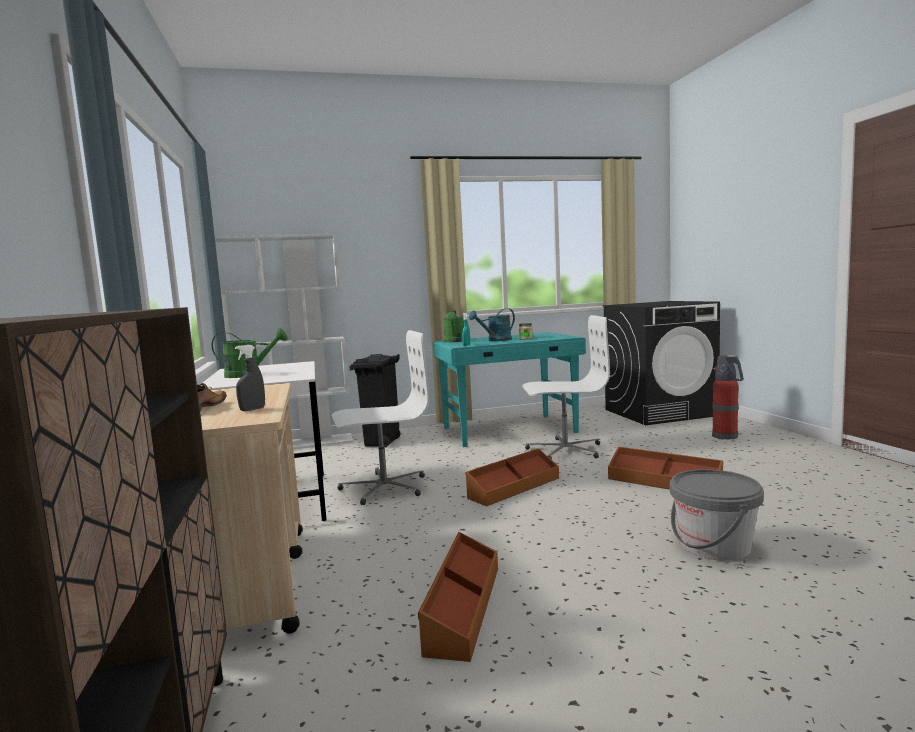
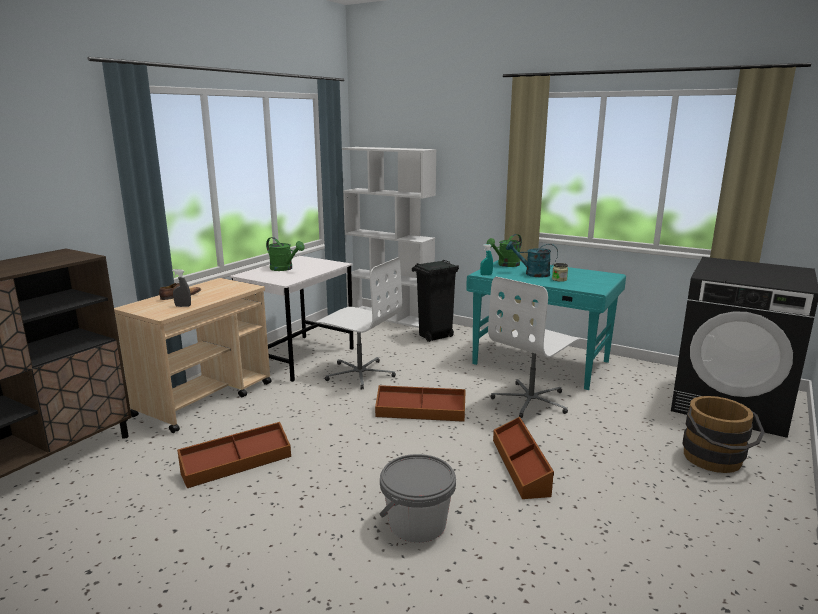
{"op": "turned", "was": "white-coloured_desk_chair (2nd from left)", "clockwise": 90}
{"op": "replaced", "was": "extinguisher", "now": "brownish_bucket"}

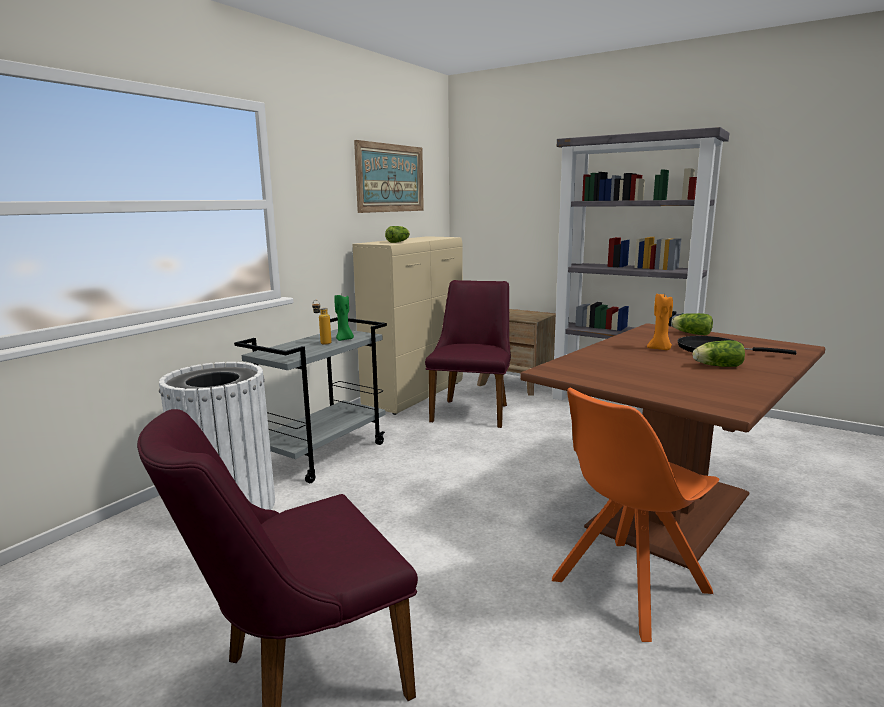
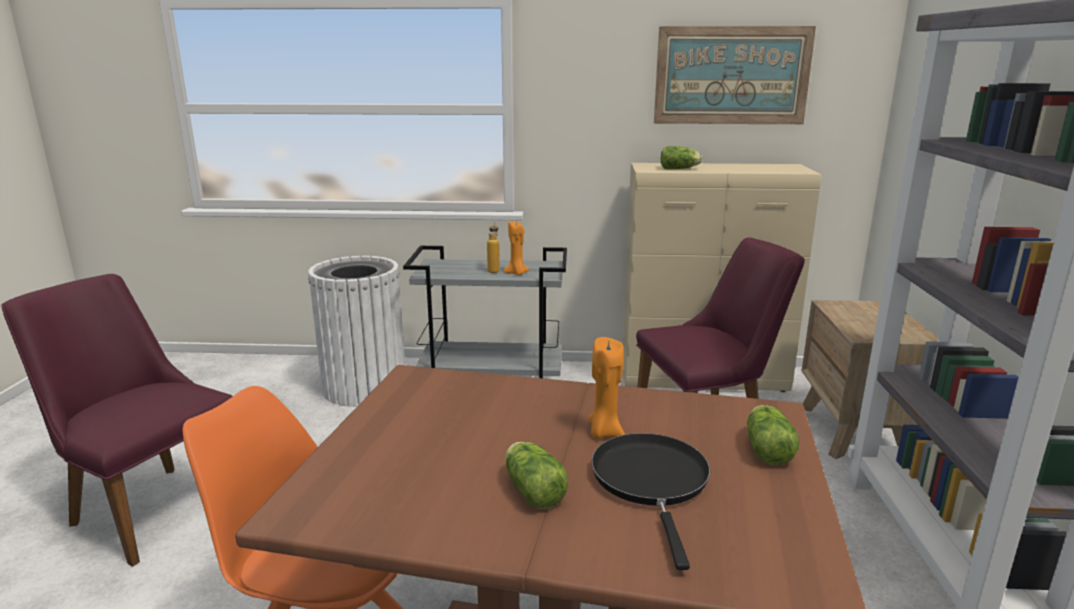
{"op": "recoloured", "was": "green-coloured_wax_light", "now": "orange_wax_light (1st from left)"}

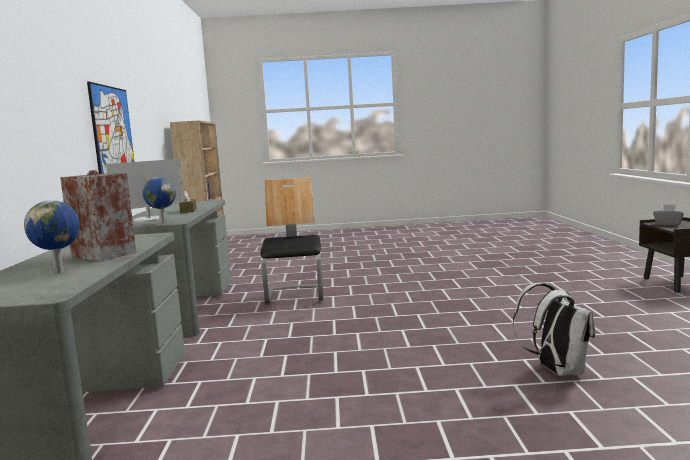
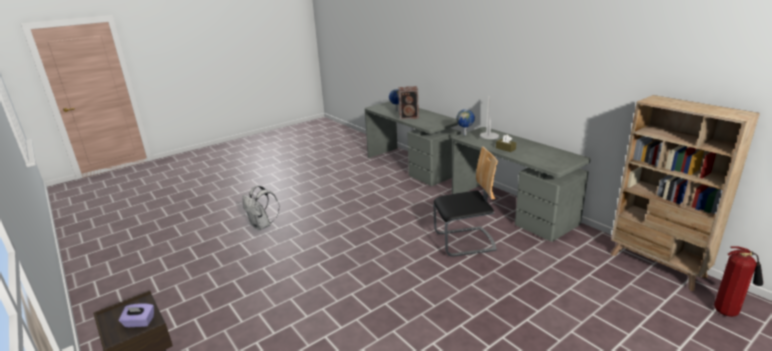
{"op": "removed", "was": "wall_art"}
{"op": "turned", "was": "plain_chair", "clockwise": -60}
{"op": "recoloured", "was": "grey_tissue_box", "now": "purple-coloured_tissue_box"}
{"op": "added", "now": "extinguisher"}

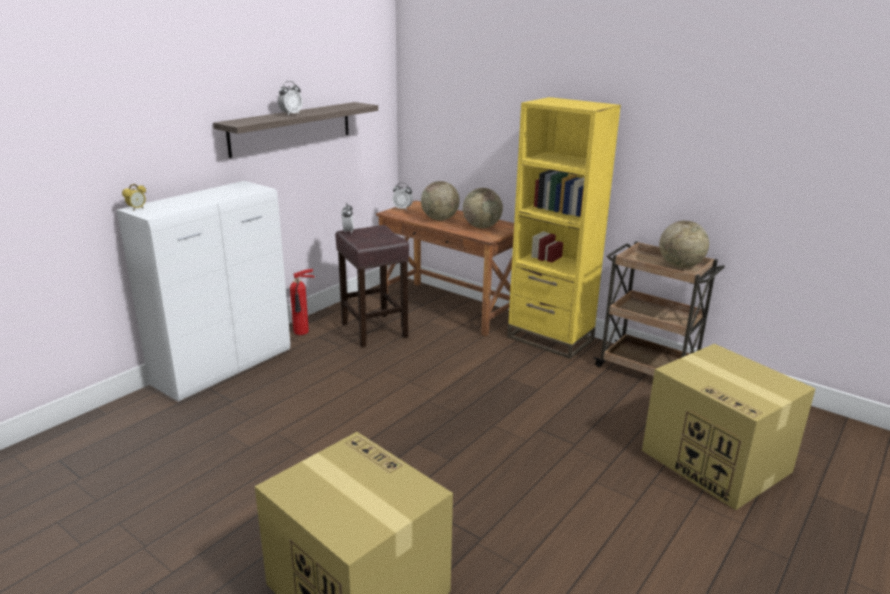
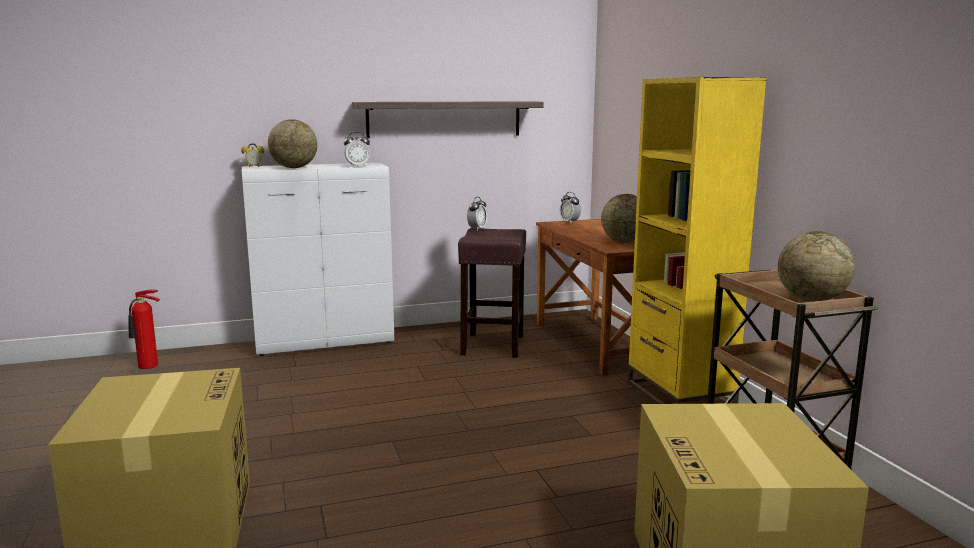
{"op": "moved", "was": "alarm_clock (2nd from left)"}
{"op": "moved", "was": "desk_globe (1st from left)"}
{"op": "moved", "was": "extinguisher"}

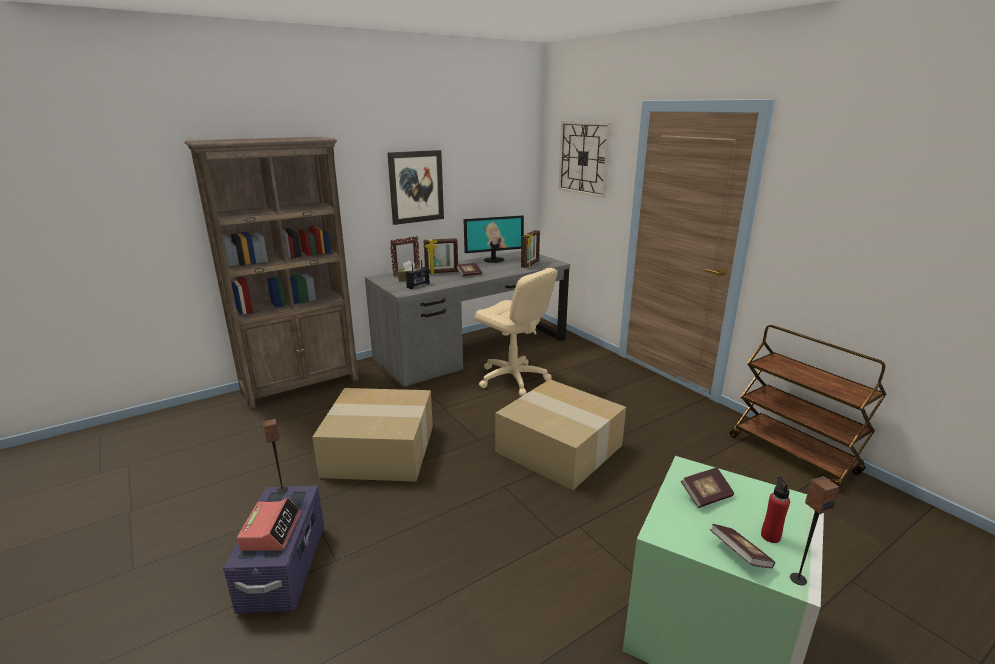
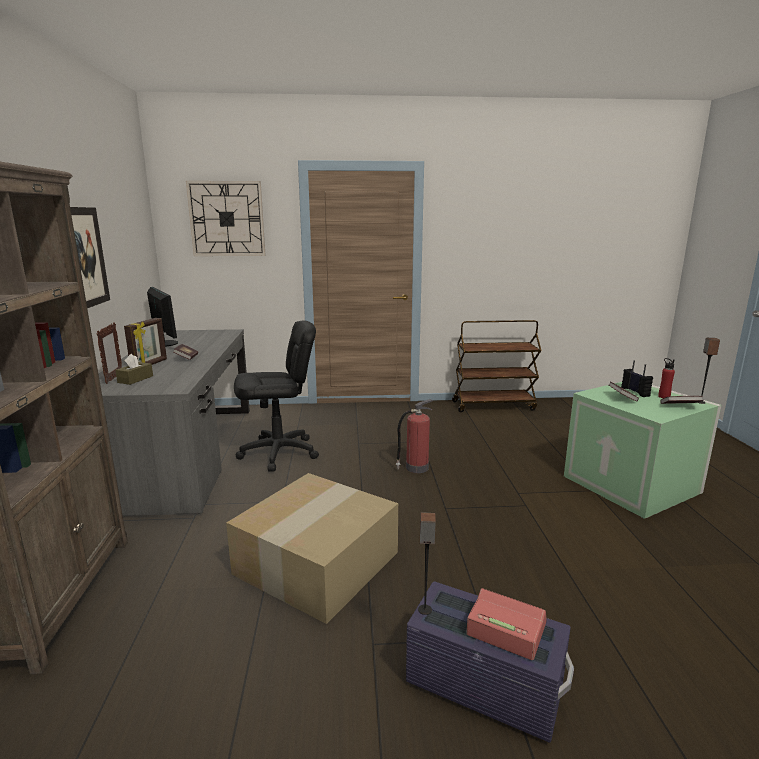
{"op": "turned", "was": "computer_screen", "clockwise": -45}
{"op": "removed", "was": "picture_frame (3rd from left)"}
{"op": "moved", "was": "radio_receiver"}
{"op": "recoloured", "was": "beige-coloured_desk_chair", "now": "black_desk_chair"}
{"op": "replaced", "was": "cardboard_box (2nd from left)", "now": "extinguisher"}

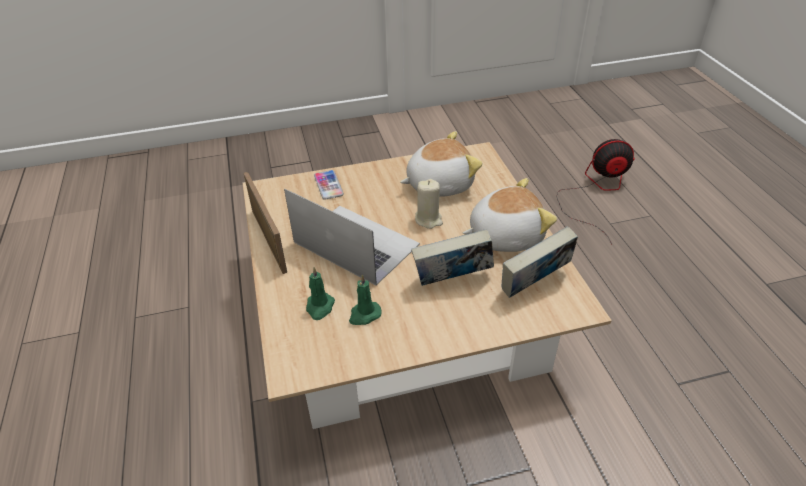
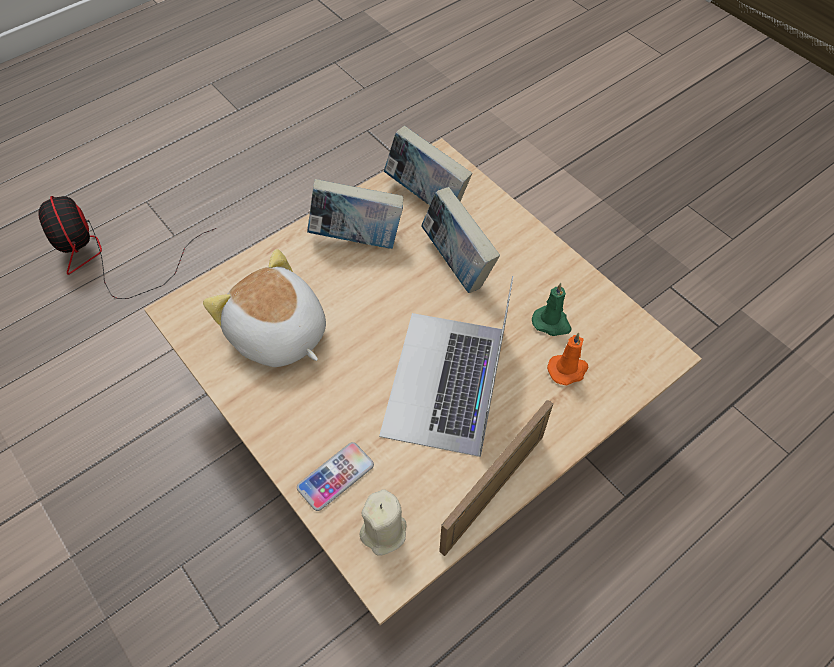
{"op": "replaced", "was": "soft_toy (2nd from left)", "now": "book (1st from left)"}
{"op": "moved", "was": "beige-coloured_wax_light"}
{"op": "recoloured", "was": "green-coloured_wax_light (1st from left)", "now": "orange_wax_light"}

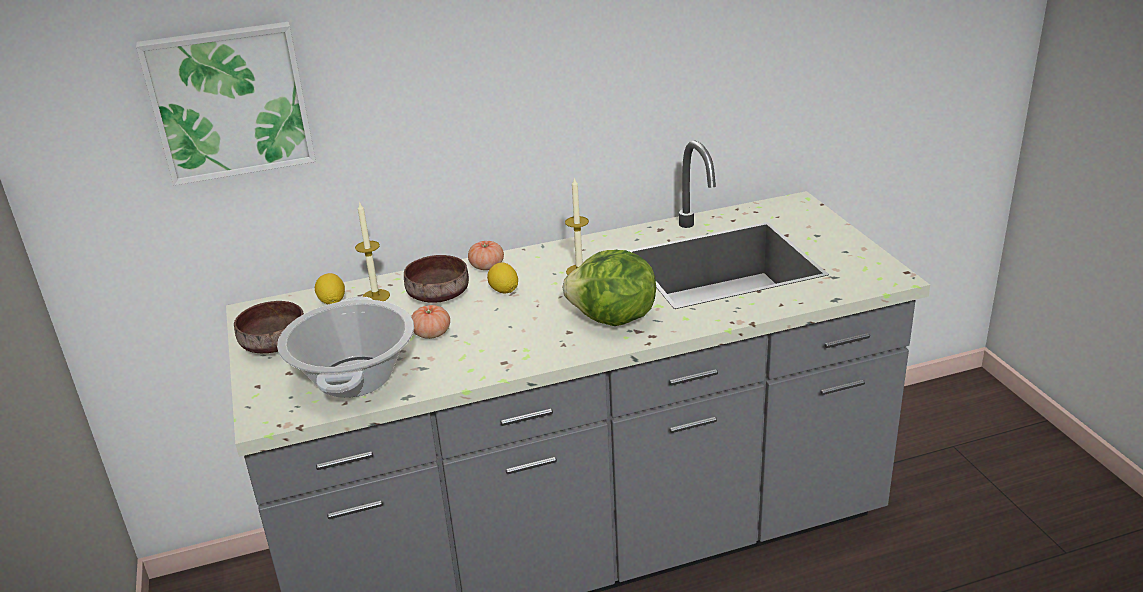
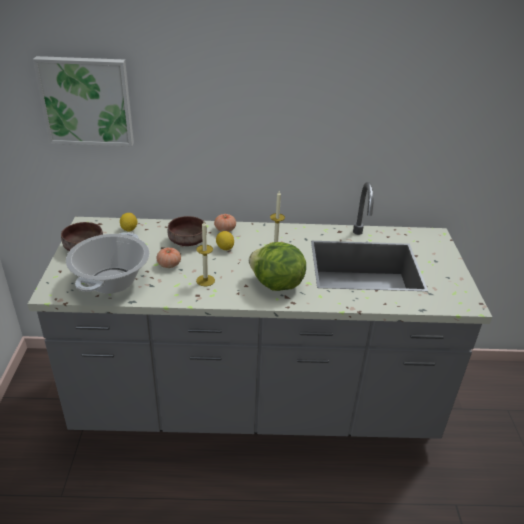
{"op": "moved", "was": "wax_light (1st from left)"}

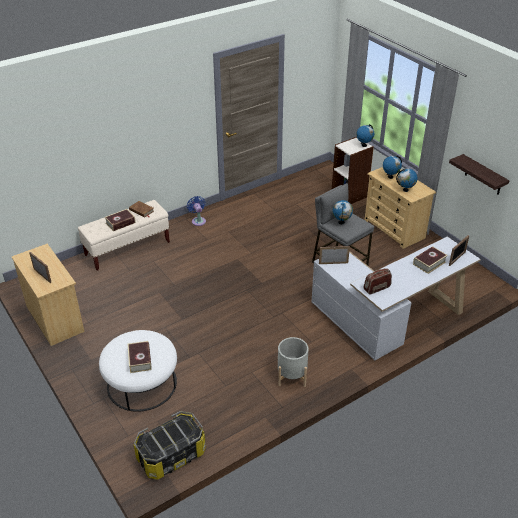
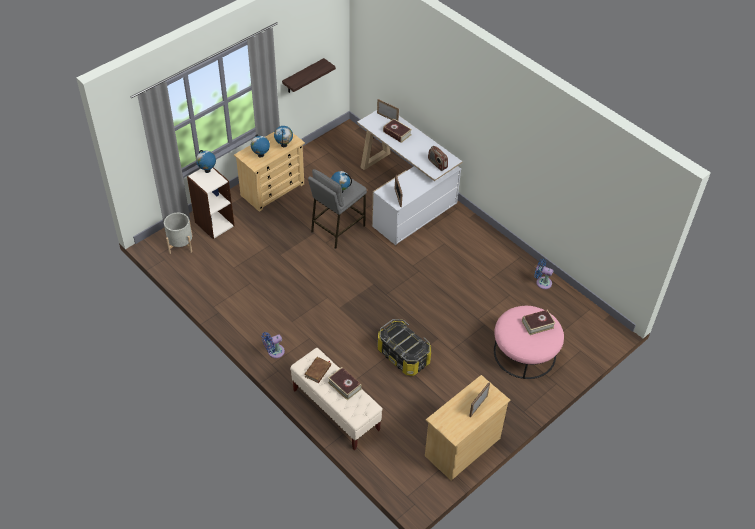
{"op": "recoloured", "was": "white-coloured_ottoman", "now": "pink_ottoman"}
{"op": "moved", "was": "grey_flower_pot"}
{"op": "moved", "was": "storage_box"}
{"op": "added", "now": "blue_fan (2nd from left)"}

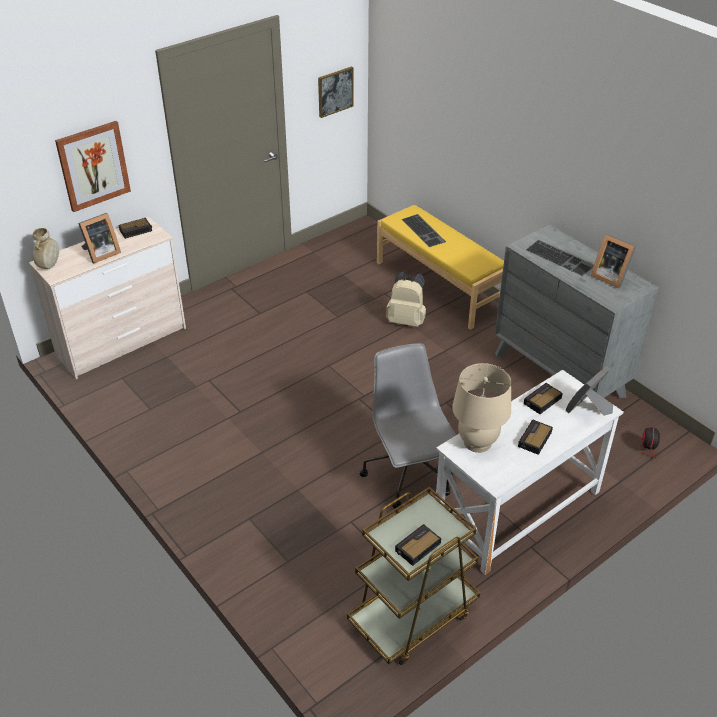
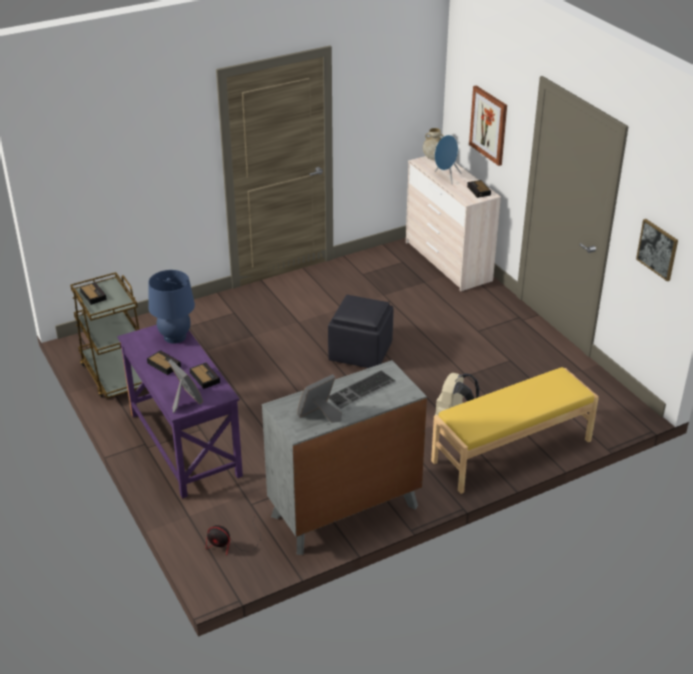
{"op": "replaced", "was": "picture_frame (1st from left)", "now": "blue_audio_speaker"}
{"op": "removed", "was": "keyboard (1st from left)"}
{"op": "removed", "was": "grey_desk_chair"}
{"op": "recoloured", "was": "beige-coloured_tabletop_lamp", "now": "blue_tabletop_lamp"}
{"op": "recoloured", "was": "white-coloured_desk_unit", "now": "purple-coloured_desk_unit"}
{"op": "added", "now": "black_ottoman"}

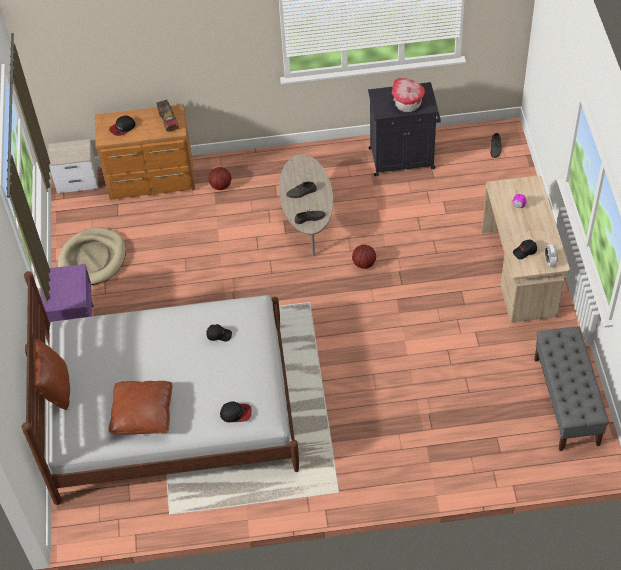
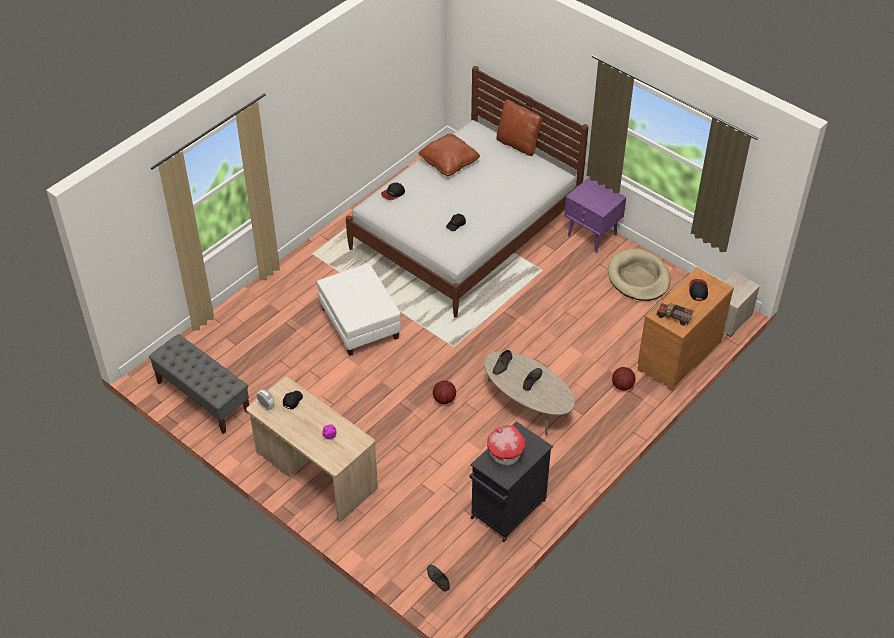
{"op": "added", "now": "white-coloured_ottoman"}

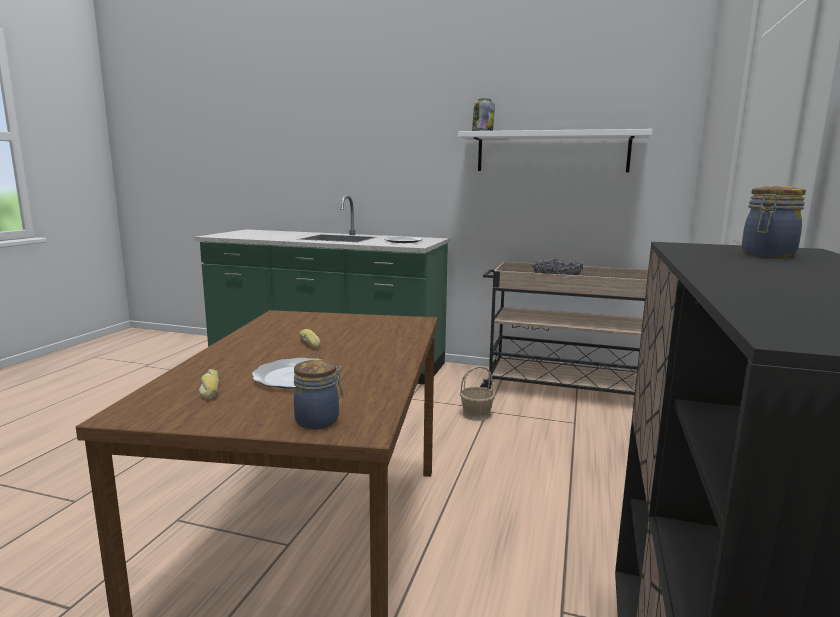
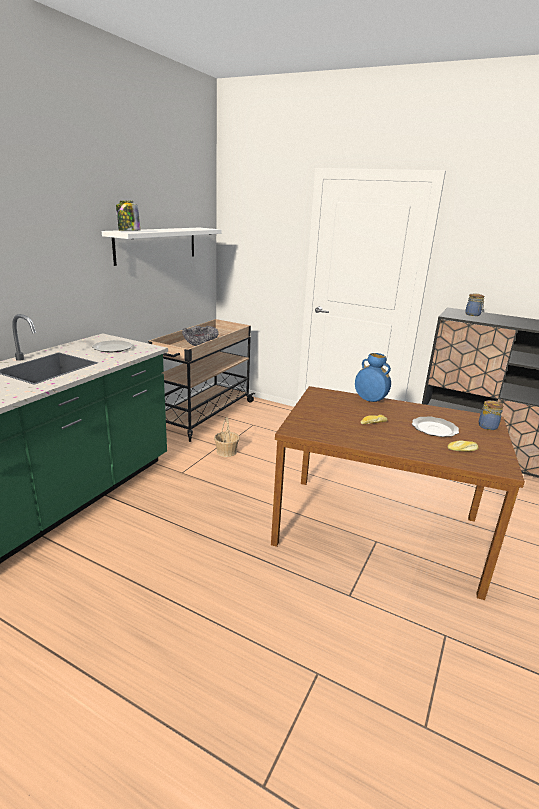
{"op": "added", "now": "blue_vase"}

